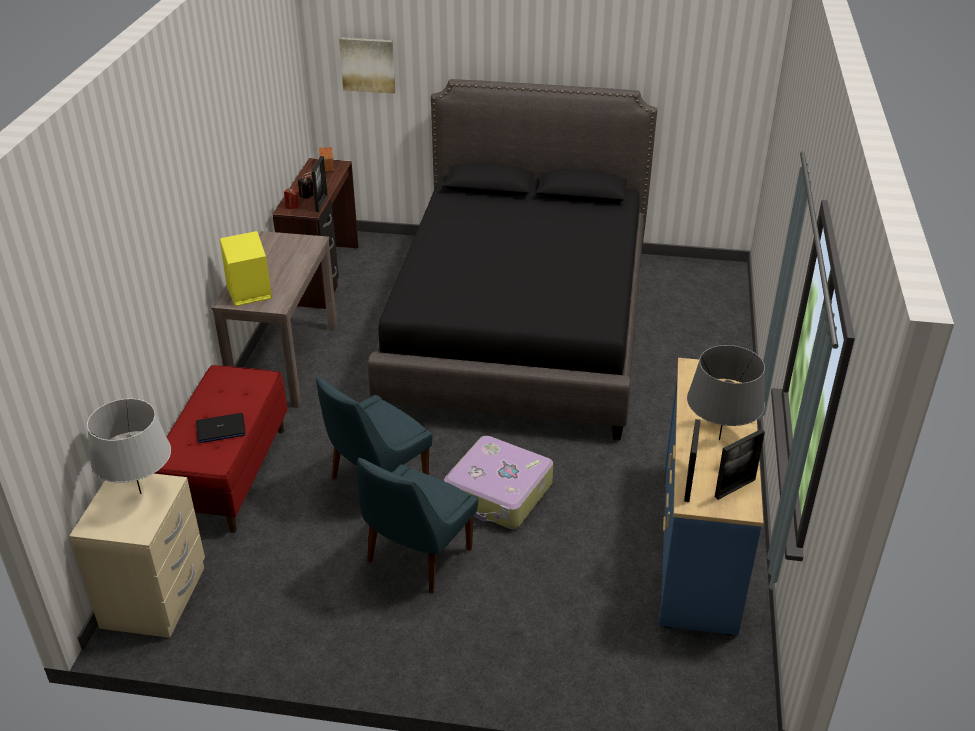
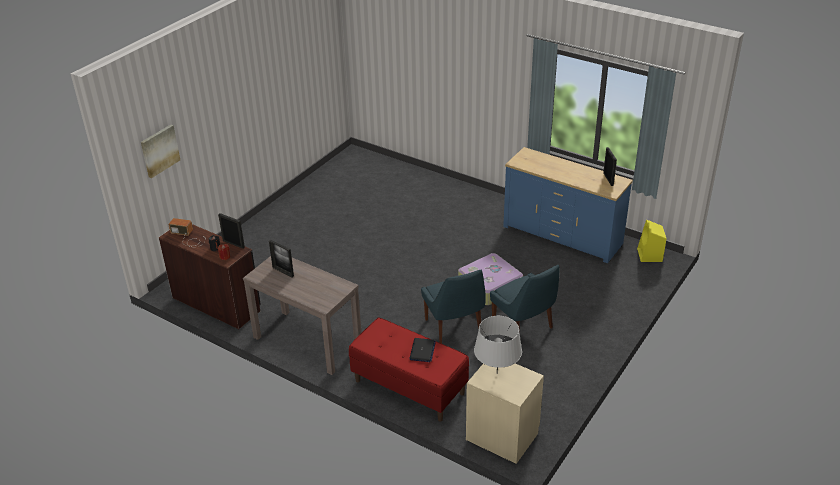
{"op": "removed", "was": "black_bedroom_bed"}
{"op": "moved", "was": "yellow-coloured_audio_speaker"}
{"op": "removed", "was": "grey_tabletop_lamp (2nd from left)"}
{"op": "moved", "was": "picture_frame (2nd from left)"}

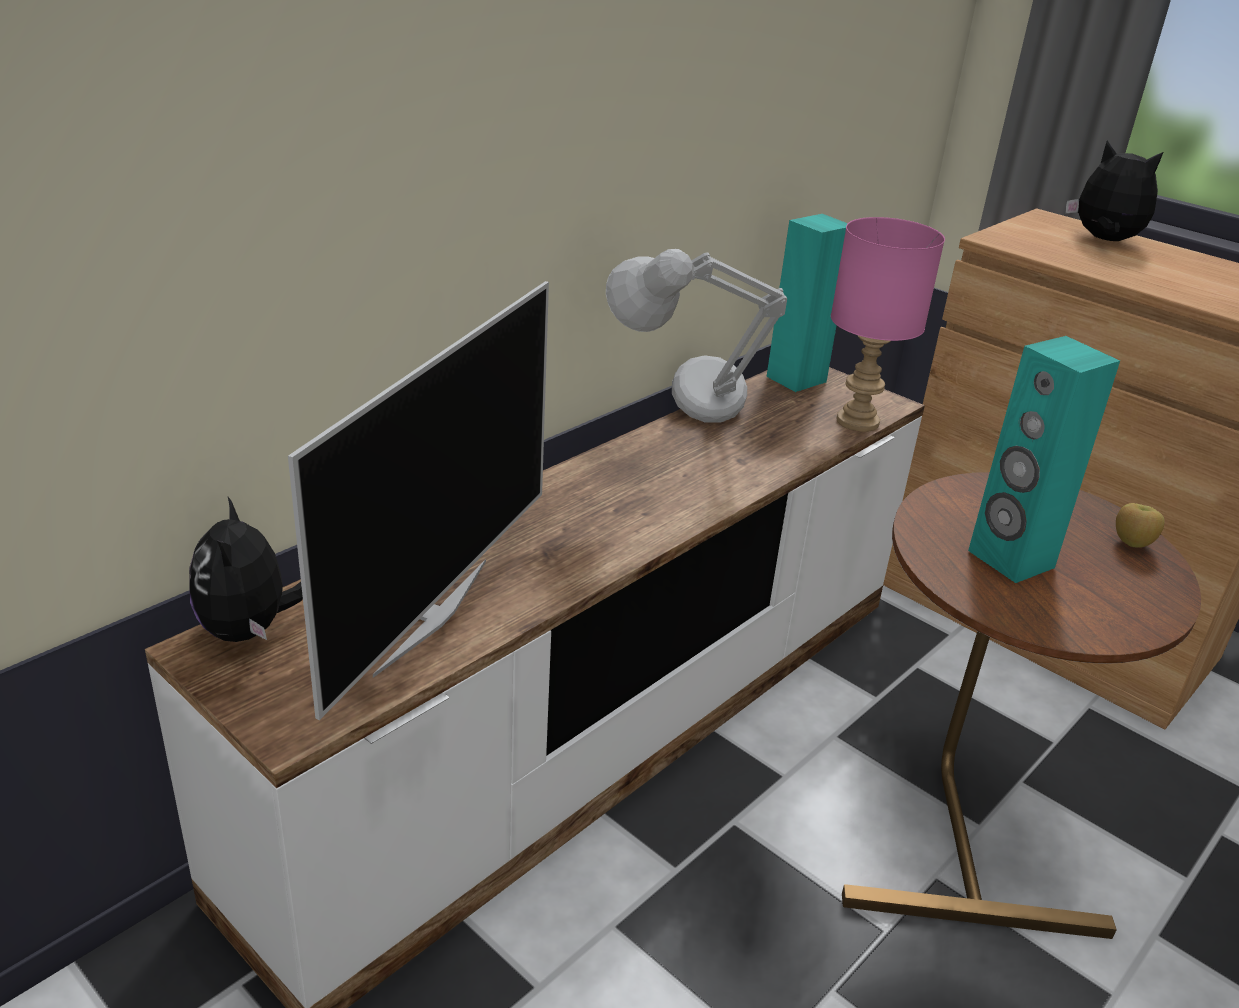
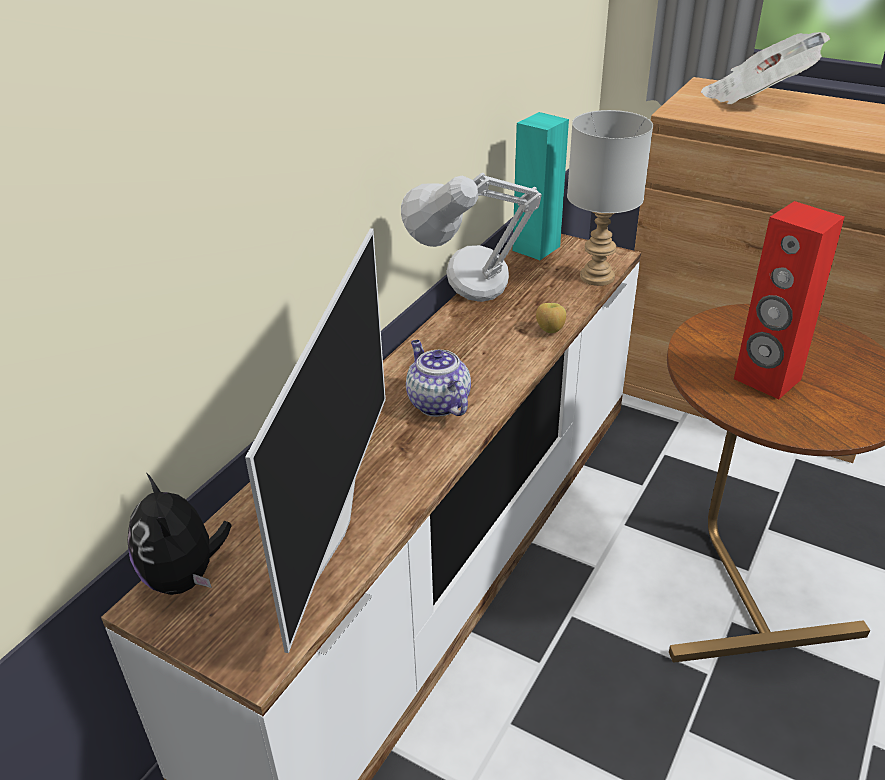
{"op": "replaced", "was": "soft_toy (2nd from left)", "now": "printed_paper"}
{"op": "recoloured", "was": "pink_tabletop_lamp", "now": "grey_tabletop_lamp (2nd from left)"}
{"op": "recoloured", "was": "turquoise-coloured_audio_speaker (2nd from left)", "now": "red-coloured_audio_speaker"}
{"op": "moved", "was": "whole_apple"}
{"op": "added", "now": "pot_for_tea"}

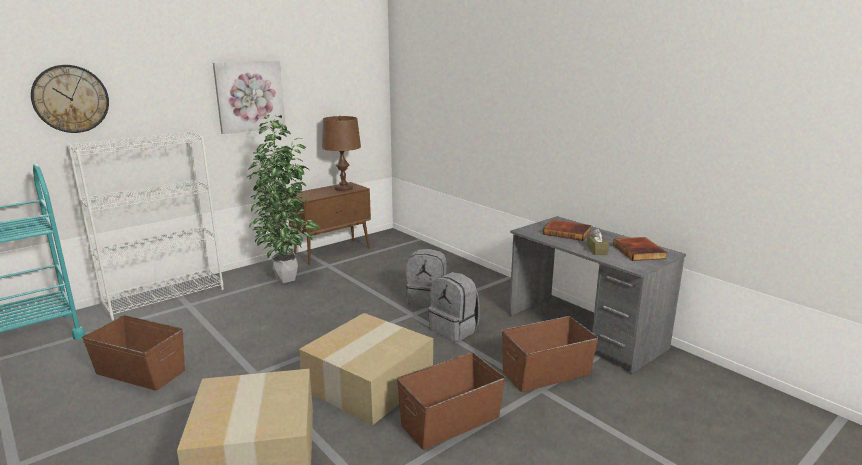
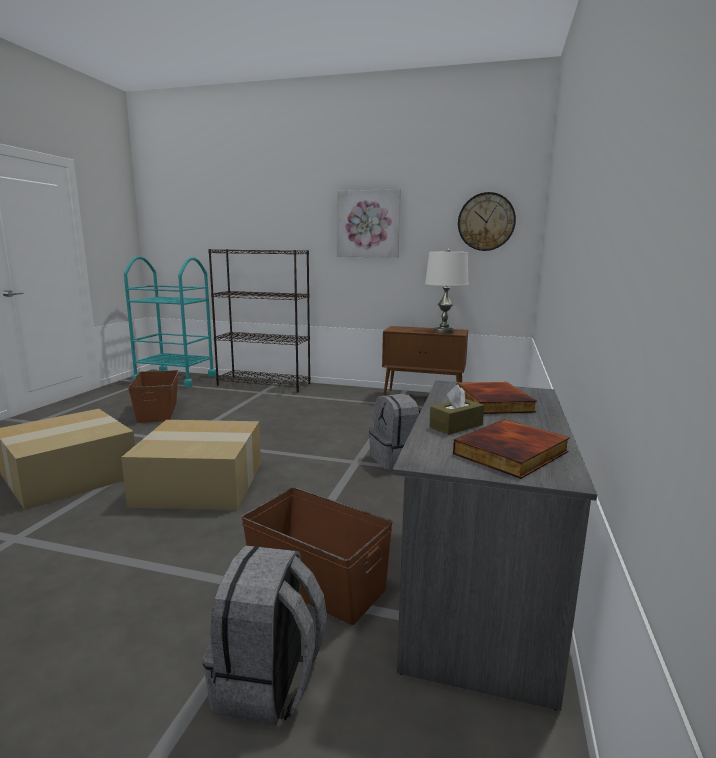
{"op": "moved", "was": "hanging_clock"}
{"op": "removed", "was": "houseplant"}
{"op": "recoloured", "was": "brownish_tabletop_lamp", "now": "white-coloured_tabletop_lamp"}
{"op": "recoloured", "was": "white-coloured_shelving_unit", "now": "black_shelving_unit"}
{"op": "moved", "was": "grey_rucksack (2nd from left in the first image)", "now": "grey_rucksack (1st from left)"}
{"op": "removed", "was": "brownish_storage_box (2nd from left)"}

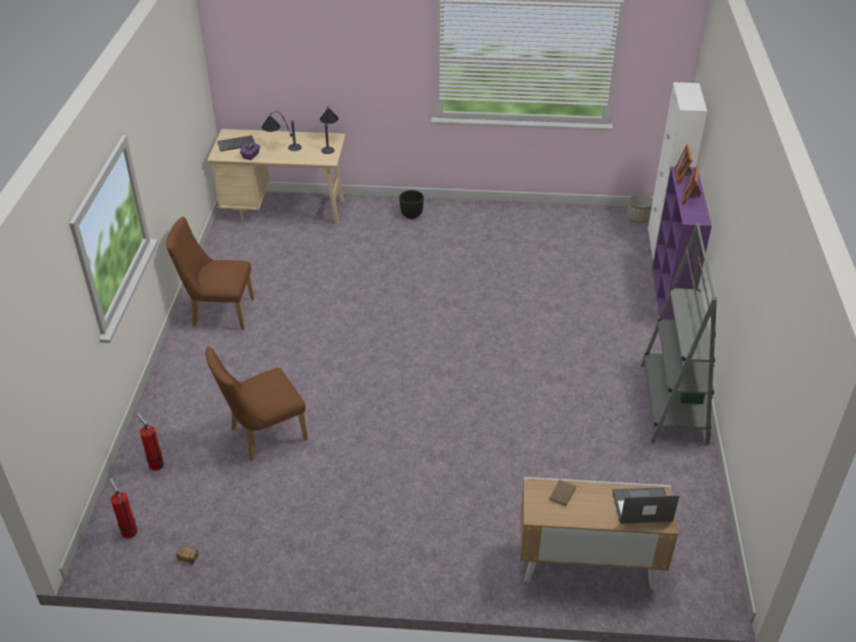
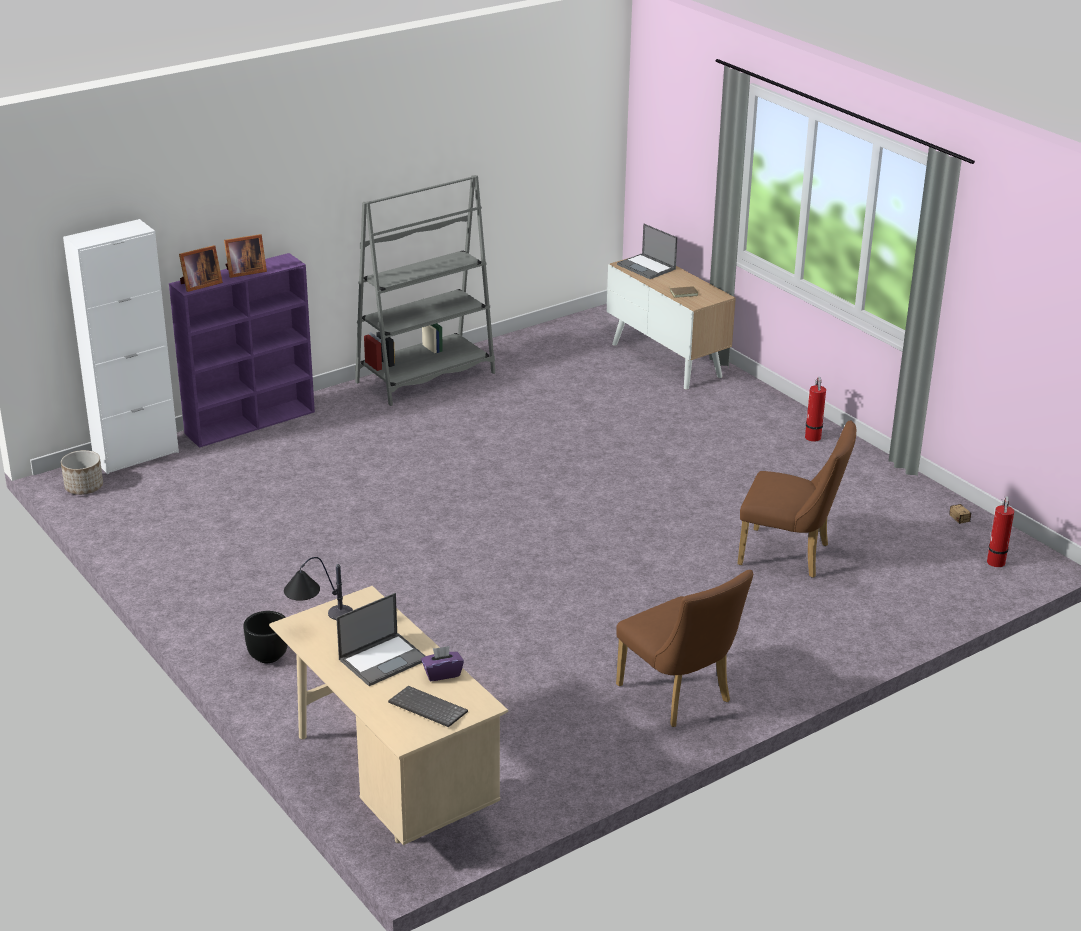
{"op": "replaced", "was": "tabletop_lamp (1st from left)", "now": "notebook_computer (1st from left)"}
{"op": "moved", "was": "extinguisher (2nd from left in the first image)", "now": "extinguisher (1st from left)"}

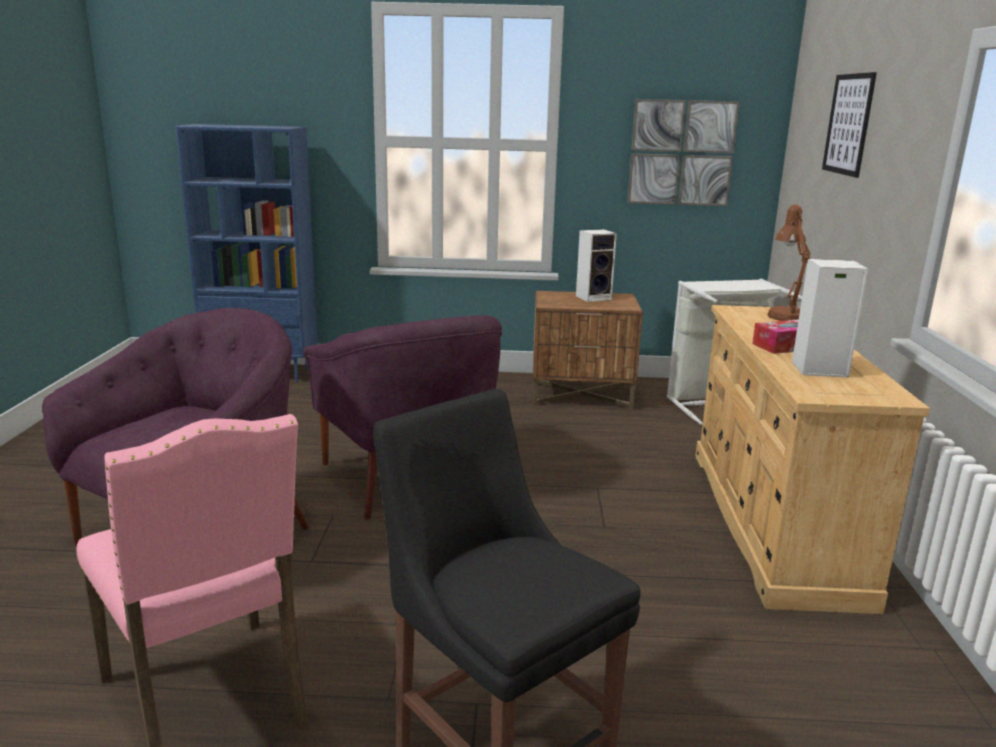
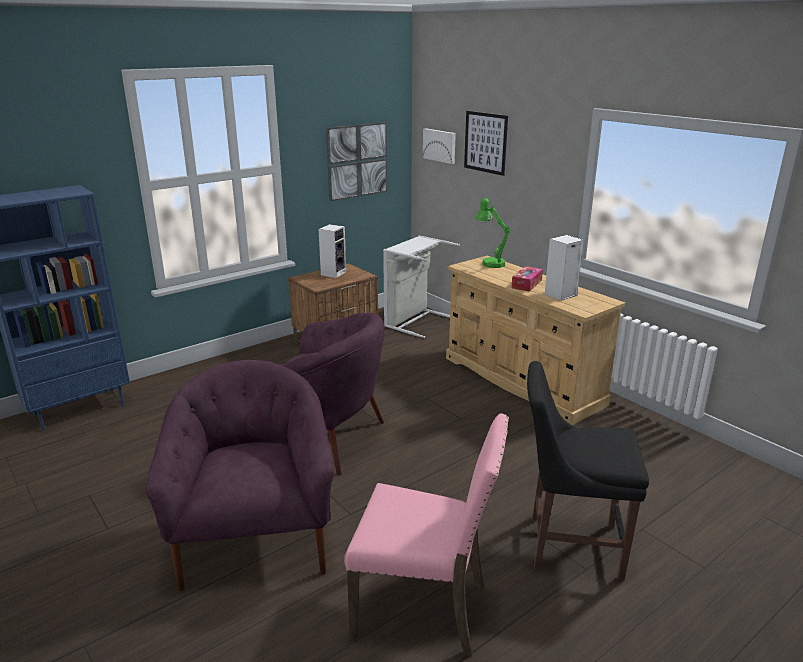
{"op": "recoloured", "was": "brownish_tabletop_lamp", "now": "green-coloured_tabletop_lamp"}
{"op": "added", "now": "wall_art (2nd from left)"}

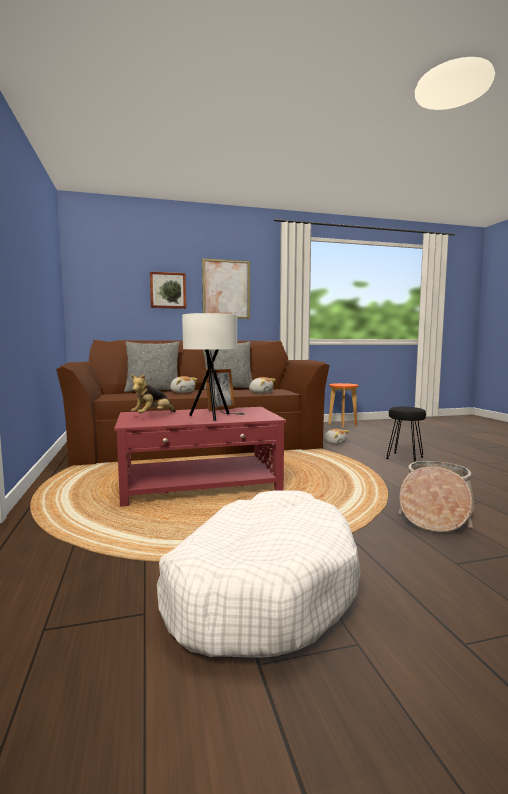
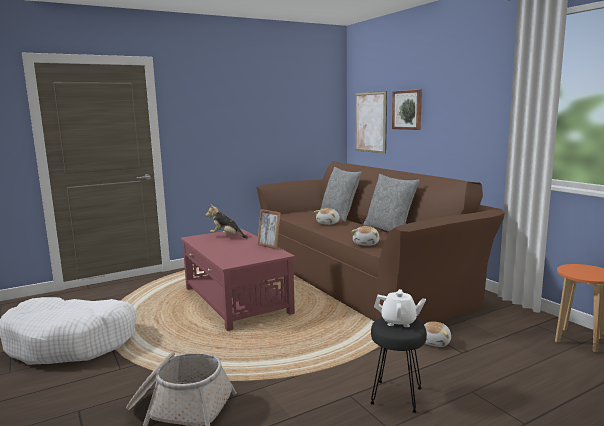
{"op": "moved", "was": "wall_art (2nd from left in the first image)", "now": "wall_art (1st from left)"}
{"op": "removed", "was": "white-coloured_tabletop_lamp"}
{"op": "added", "now": "white-coloured_pot_for_tea"}

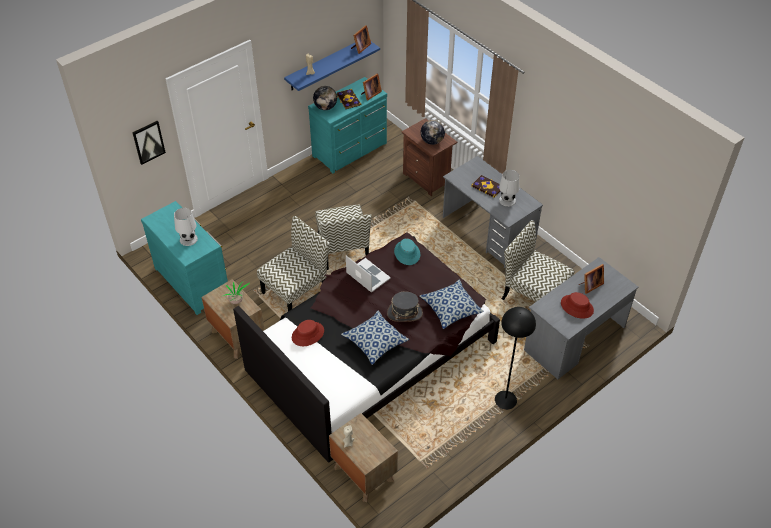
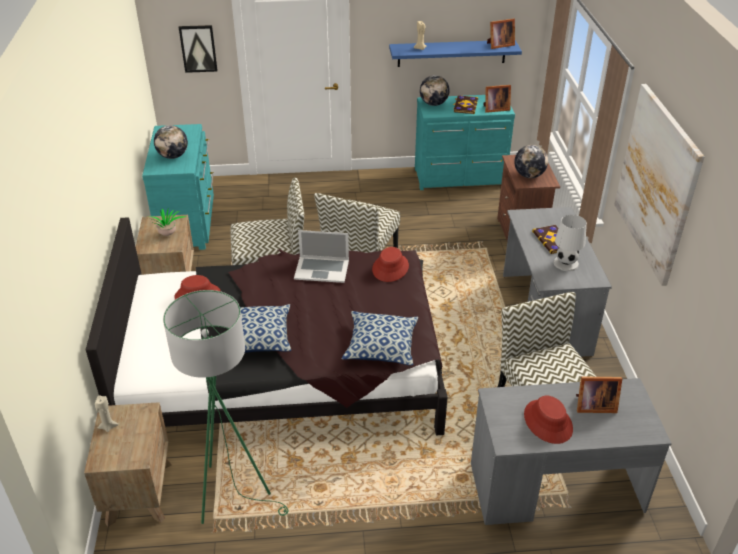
{"op": "replaced", "was": "white-coloured_tabletop_lamp (1st from left)", "now": "desk_globe (1st from left)"}
{"op": "recoloured", "was": "turquoise-coloured_wearable_hat", "now": "red-coloured_wearable_hat (2nd from left)"}
{"op": "turned", "was": "notebook_computer", "clockwise": 105}
{"op": "removed", "was": "grey_wearable_hat"}
{"op": "removed", "was": "black_standing_lamp"}
{"op": "added", "now": "wall_art (2nd from left)"}
{"op": "added", "now": "green-coloured_standing_lamp"}

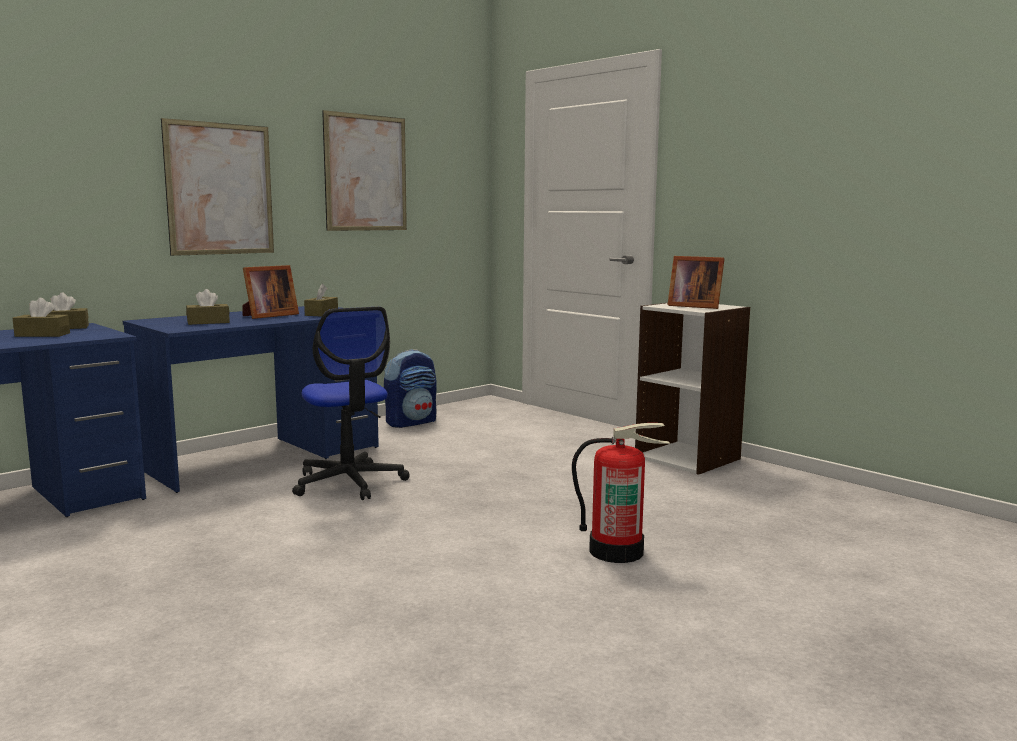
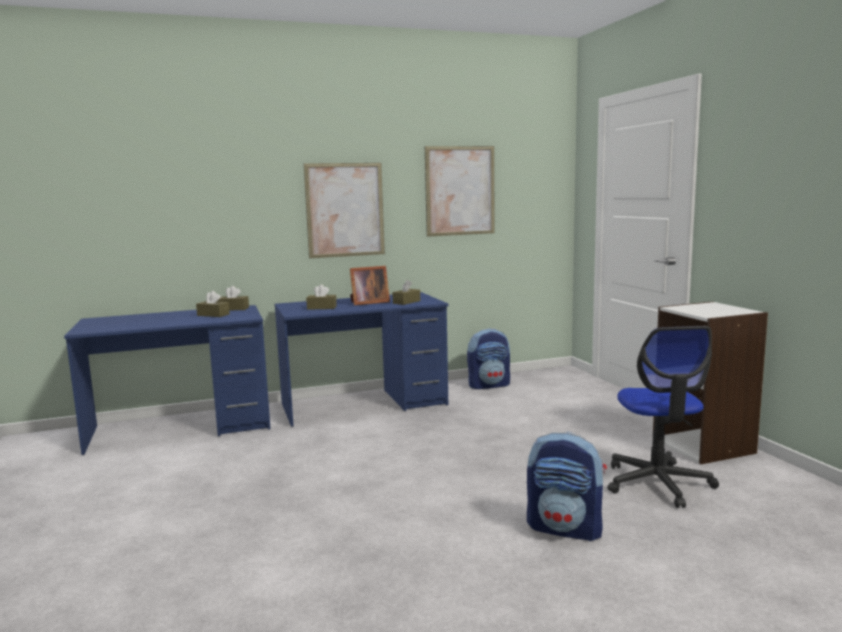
{"op": "removed", "was": "picture_frame (2nd from left)"}
{"op": "moved", "was": "desk_chair"}
{"op": "replaced", "was": "extinguisher", "now": "rucksack (2nd from left)"}

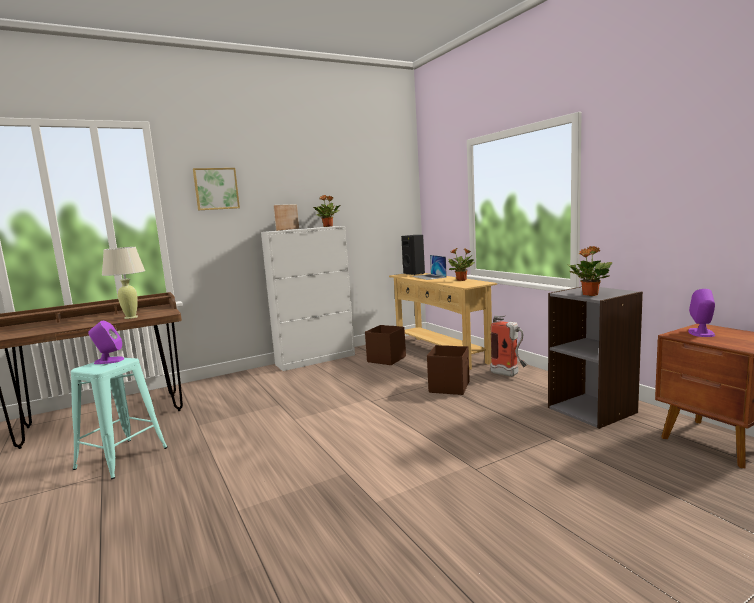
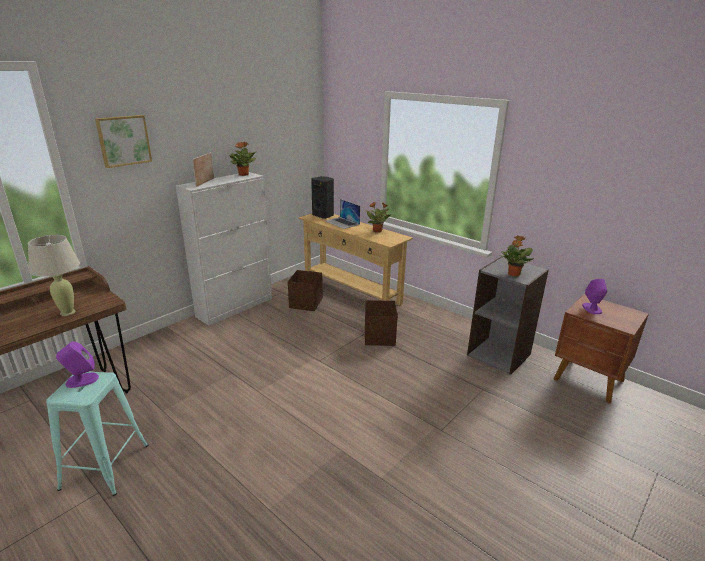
{"op": "removed", "was": "extinguisher"}

